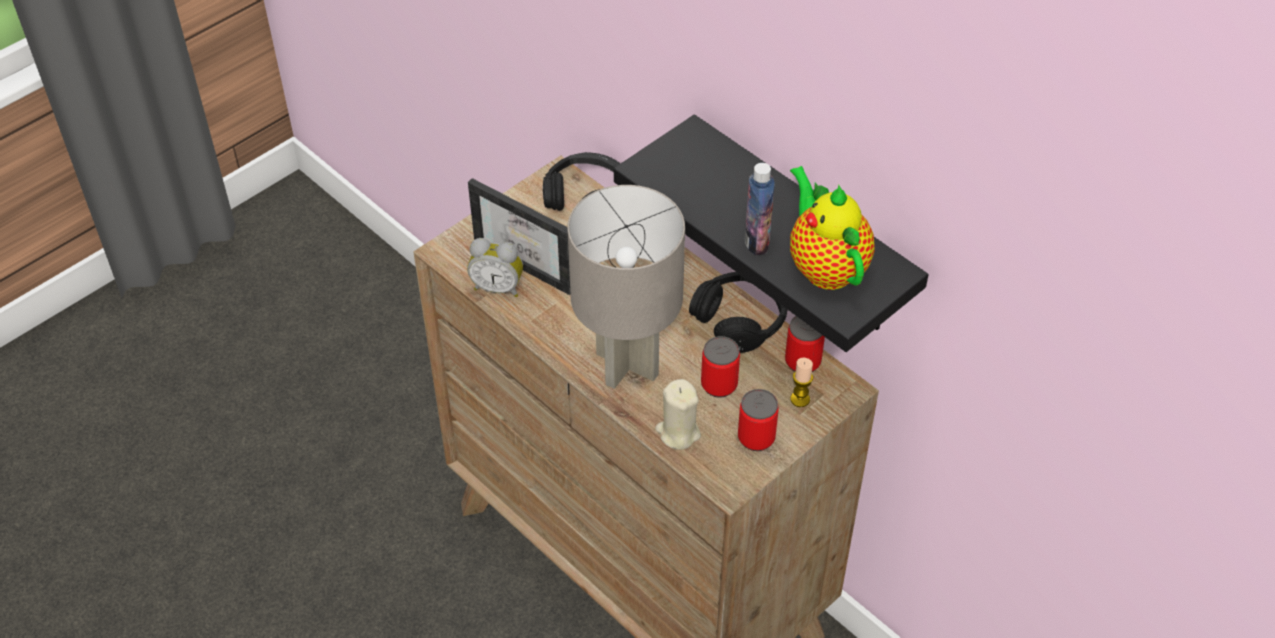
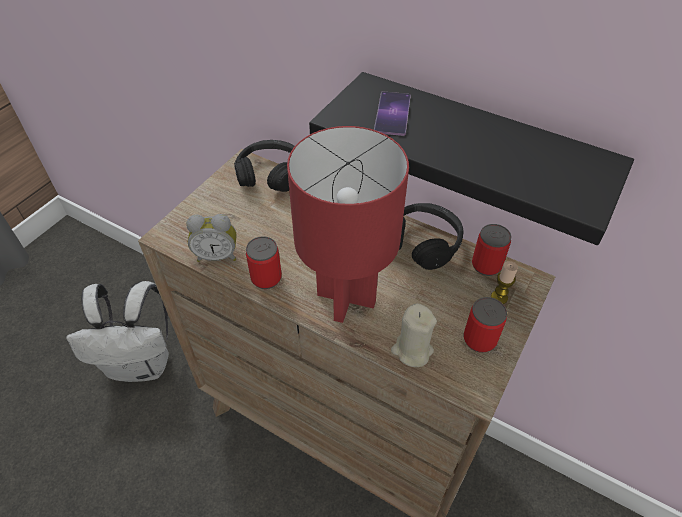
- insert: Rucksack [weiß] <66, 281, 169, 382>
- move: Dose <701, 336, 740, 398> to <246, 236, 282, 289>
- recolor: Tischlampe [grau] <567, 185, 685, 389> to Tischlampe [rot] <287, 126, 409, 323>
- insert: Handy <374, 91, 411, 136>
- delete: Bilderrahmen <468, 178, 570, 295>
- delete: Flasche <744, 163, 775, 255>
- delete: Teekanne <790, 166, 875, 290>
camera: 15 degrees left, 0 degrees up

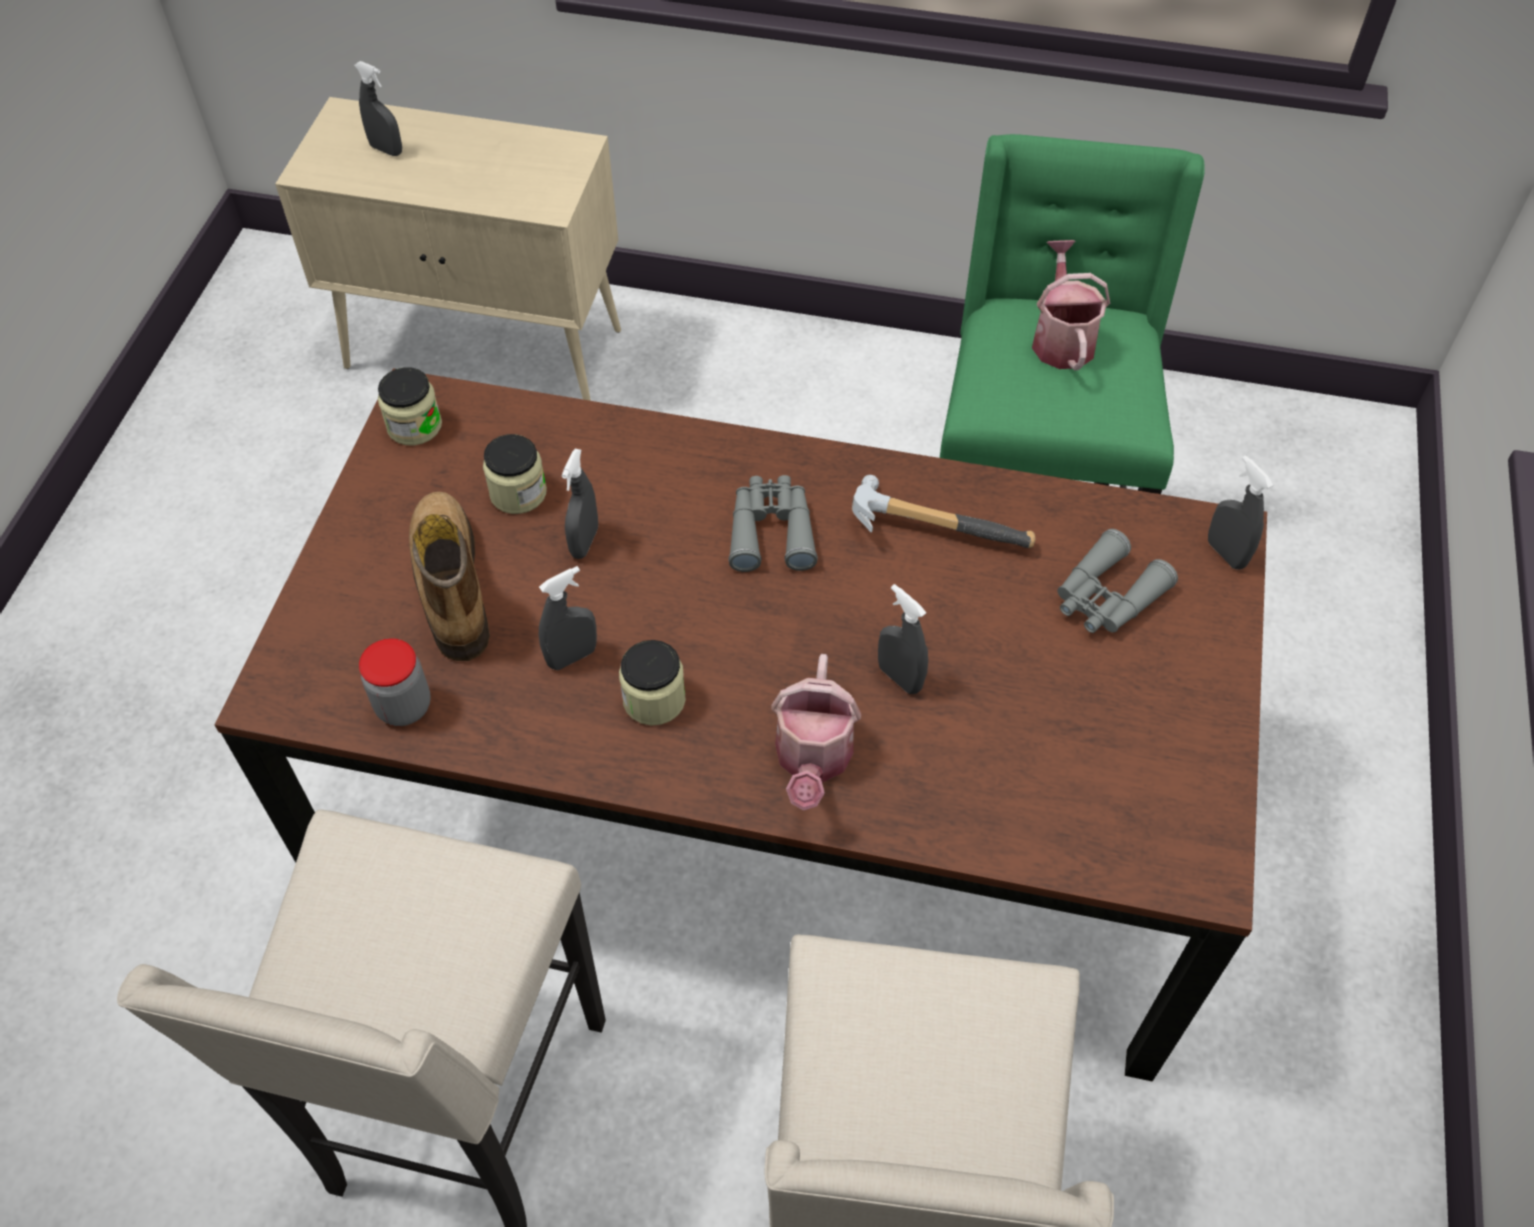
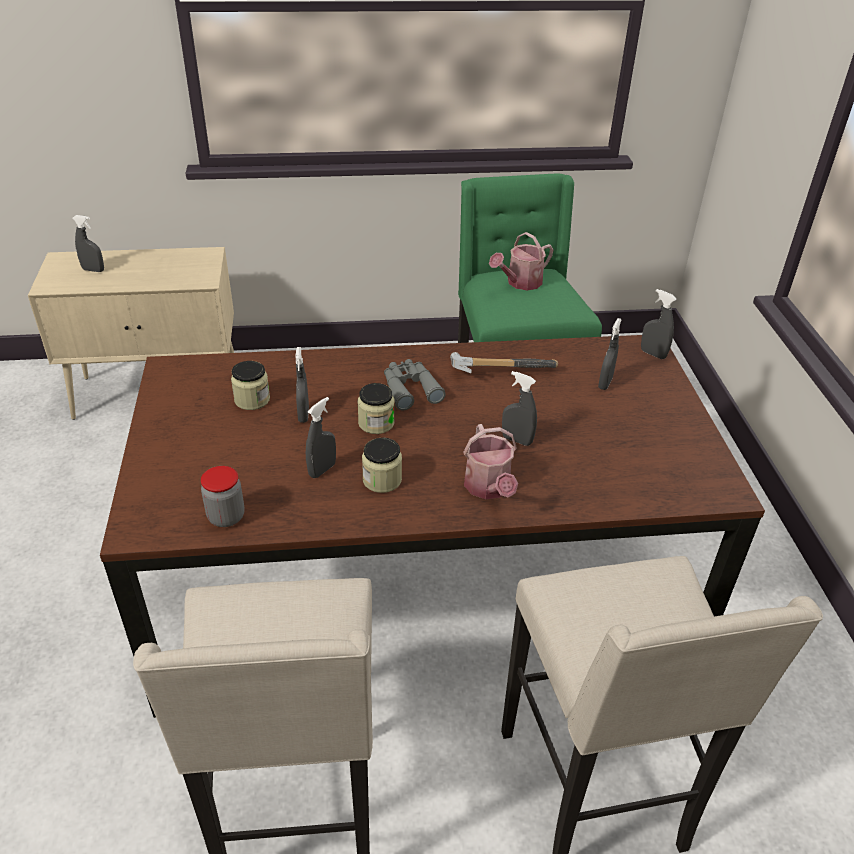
- move: Vorratsglas <378, 367, 442, 445> to <357, 383, 395, 434>
- rotate: Gießkanne <1032, 240, 1110, 370> = <489, 232, 554, 290> 105 degrees counterclockwise
- replace: Fernglas [grau] <1057, 529, 1178, 633> to Sprühflasche [grau] <598, 318, 622, 390>
- delete: Stiefel <409, 492, 490, 661>
camera: 20 degrees left, 15 degrees down

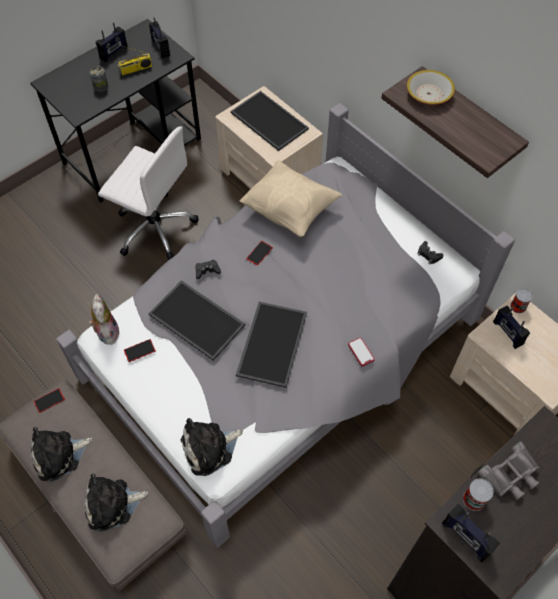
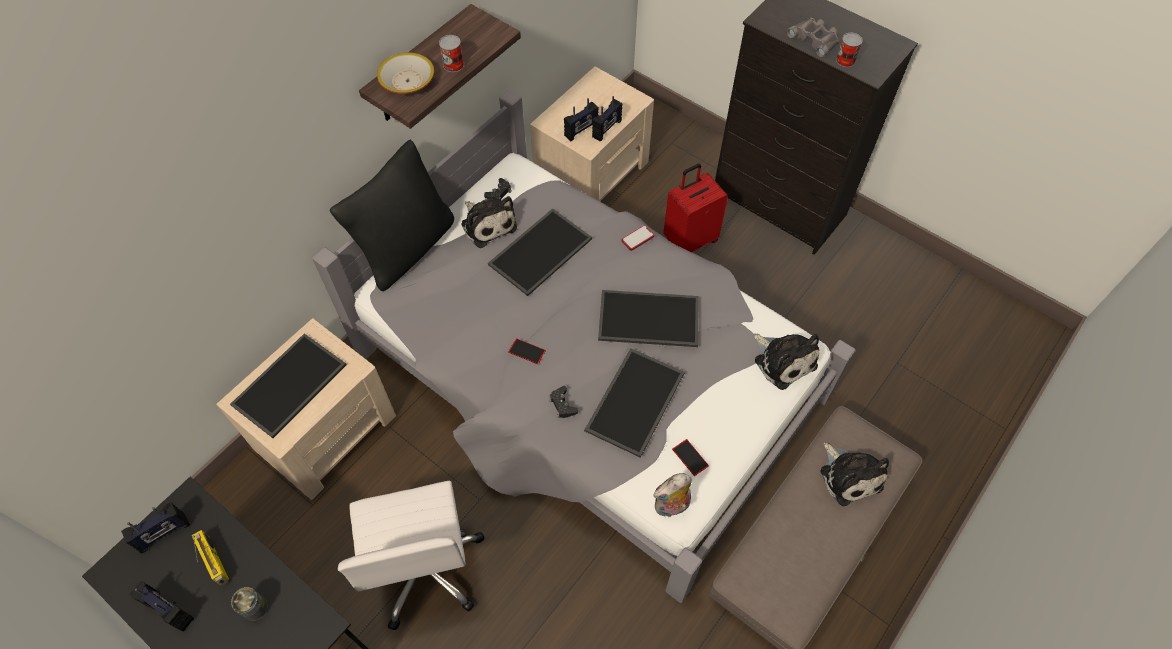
- insert: Kissen [schwarz] <330, 140, 454, 291>
- rotate: Bürostuhl [weiß] <98, 126, 199, 260> = <338, 481, 485, 630> 150 degrees clockwise
- move: Dose <510, 288, 533, 313> to <439, 35, 464, 72>
- move: Plüschtier <31, 427, 92, 482> to <461, 196, 517, 248>
- insert: Tablett <488, 208, 592, 296>
- move: Radio <442, 504, 500, 562> to <592, 96, 622, 142>
- insert: Koffer [rot] <663, 164, 728, 252>
- delete: Handy <33, 388, 65, 413>
- delete: Kissen [beige] <240, 160, 342, 237>
camera: 100 degrees left, 0 degrees up

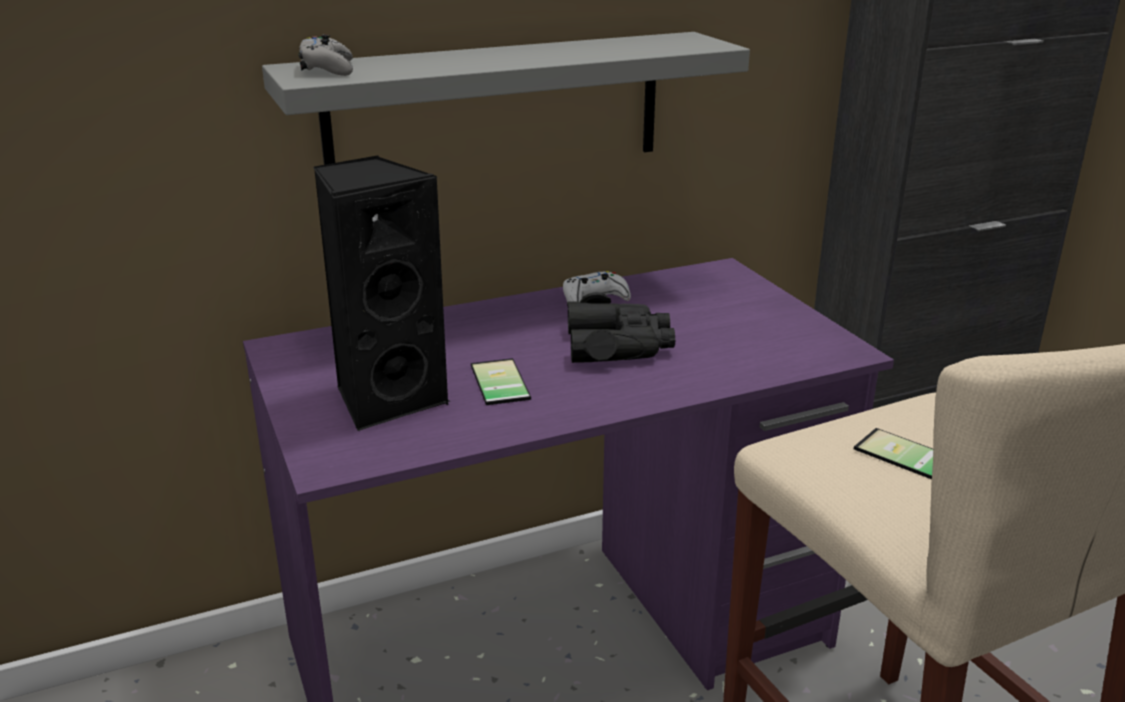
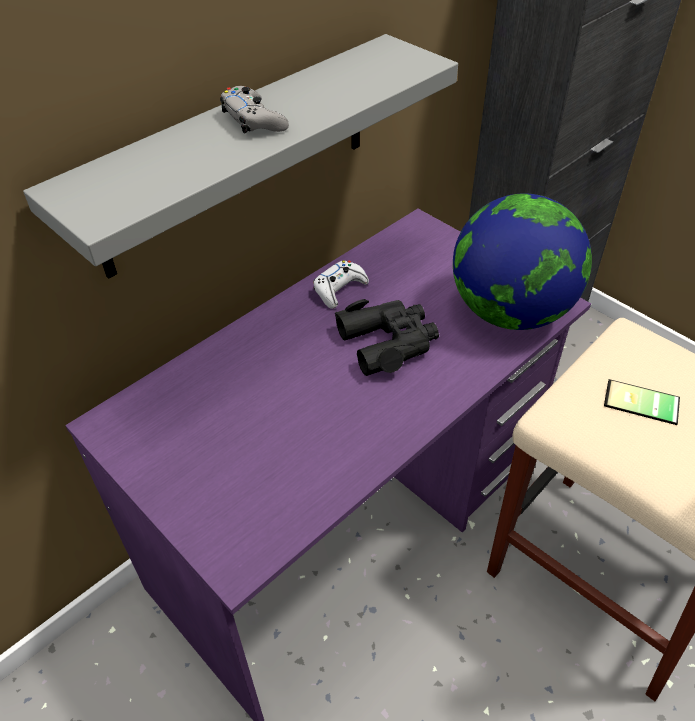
- move: Gamepad [grau] <298, 35, 353, 76> to <220, 86, 289, 134>
- insert: Globus <453, 194, 592, 330>
- delete: Lautsprecher [schwarz] <313, 155, 450, 431>
- delete: Handy <466, 358, 531, 405>
camera: 20 degrees left, 20 degrees up

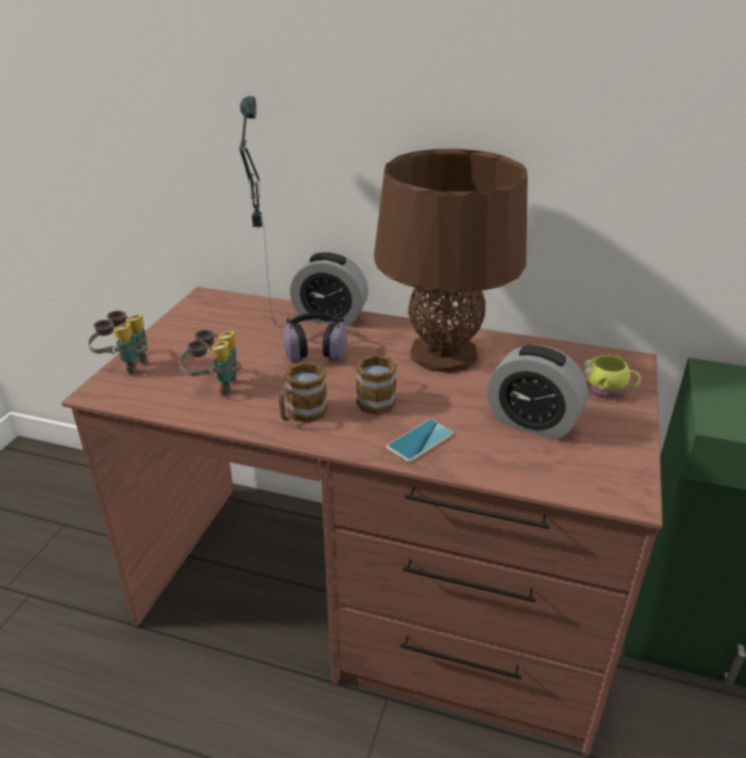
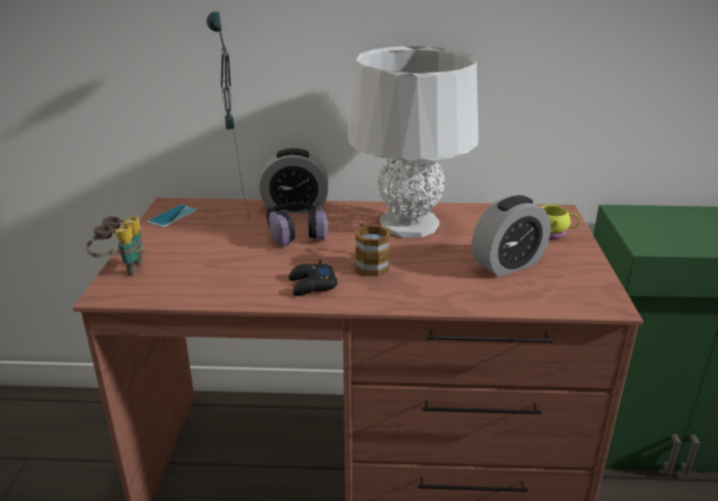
- move: Handy <387, 419, 453, 462> to <147, 204, 197, 228>
- replace: Henkelbecher <278, 362, 328, 422> to Gamepad [schwarz] <289, 260, 337, 296>
- recolor: Tischlampe [braun] <374, 149, 528, 373> to Tischlampe [grau] <348, 46, 478, 238>
- rotate: Wecker <487, 344, 588, 440> = <472, 195, 551, 277> 45 degrees counterclockwise
- delete: Fernglas <179, 330, 242, 394>
camera: 15 degrees left, 5 degrees down

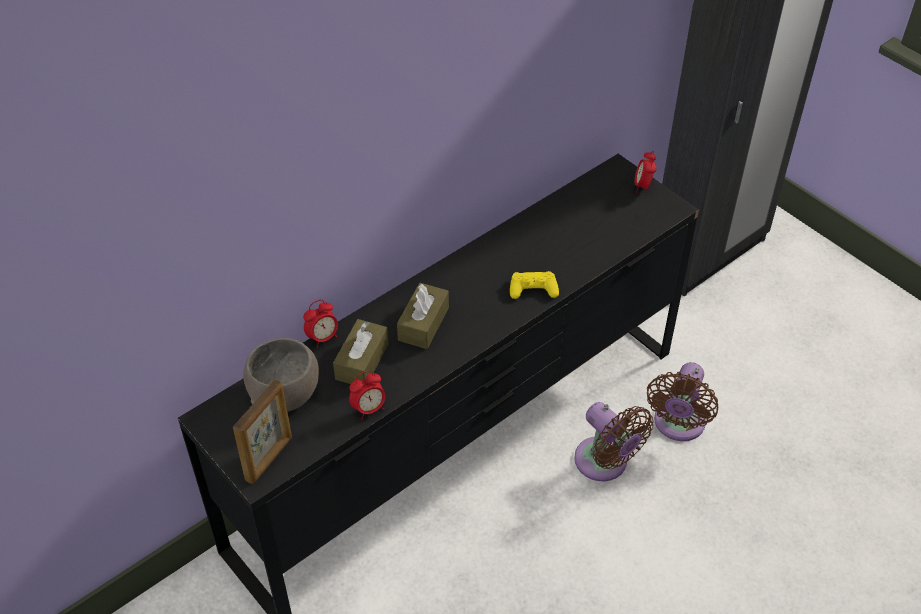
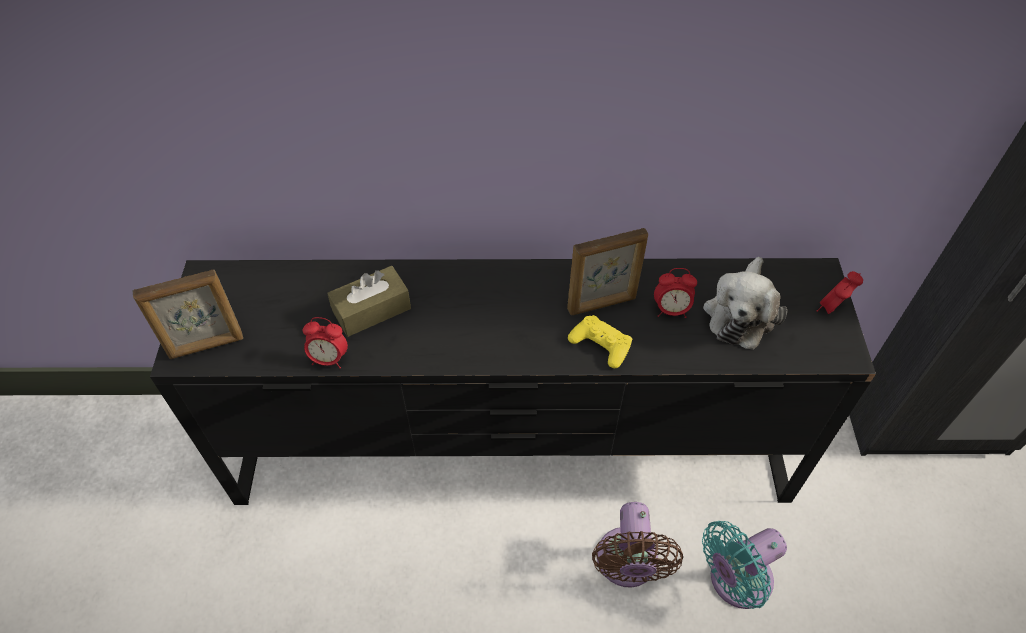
- insert: Bilderrahmen <567, 228, 648, 315>
- move: Wecker <303, 300, 338, 348> to <654, 268, 697, 318>
- recolor: Ventilator [braun] <647, 362, 718, 441> to Ventilator [türkis] <702, 521, 787, 609>
- insert: Plüschtier <703, 257, 787, 350>
- delete: Schüssel [grau] <243, 338, 319, 412>
- delete: Taschentuchbox [braun] <397, 283, 449, 349>
camera: 40 degrees right, 5 degrees up

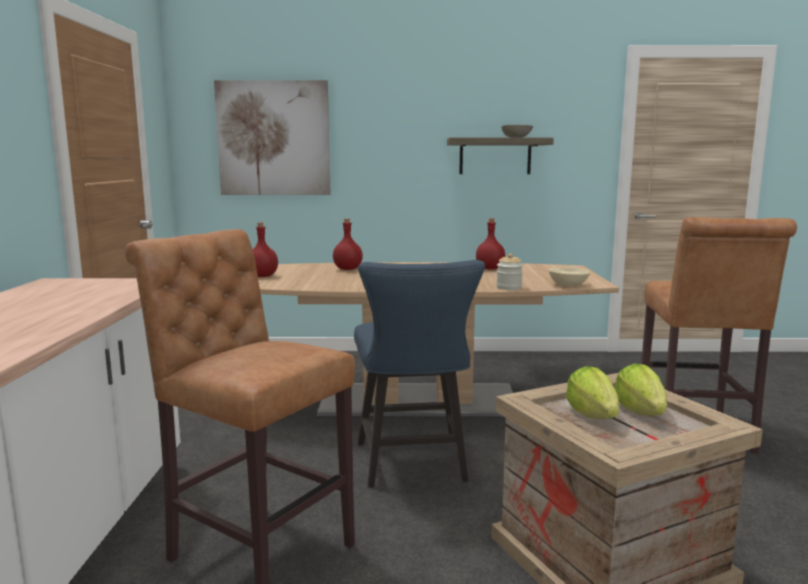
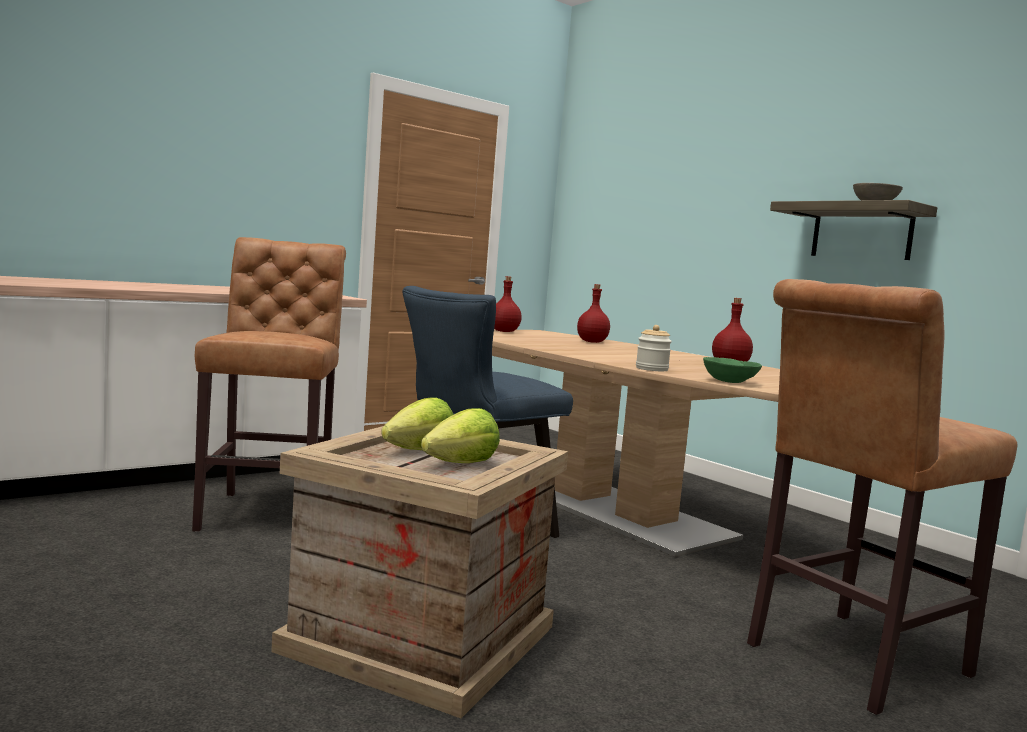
- recolor: Schüssel [beige] <549, 267, 590, 286> to Schüssel [grün] <703, 357, 762, 383>
- delete: Bild <214, 80, 331, 195>
camera: 50 degrees right, 5 degrees down

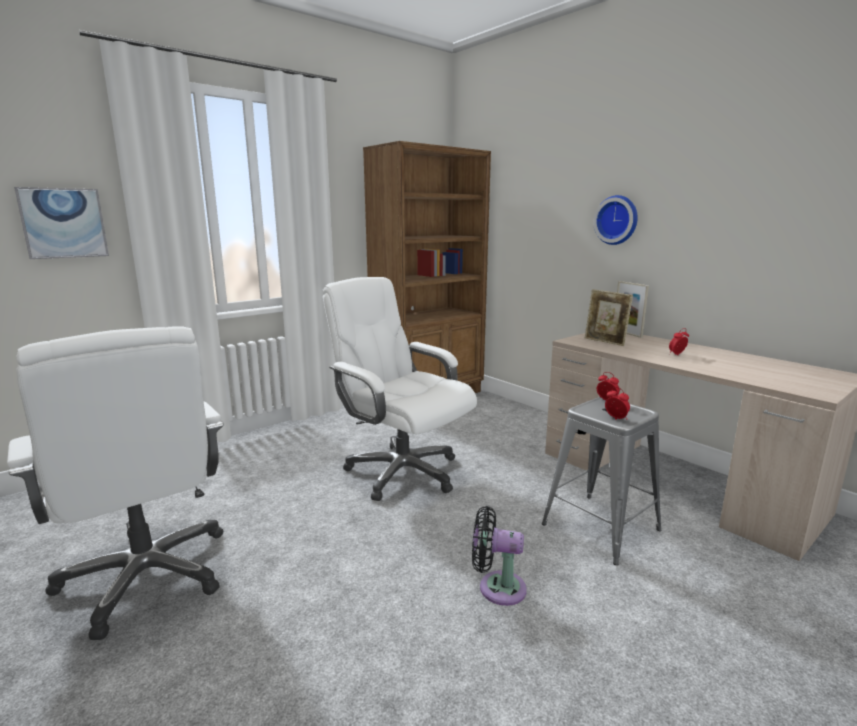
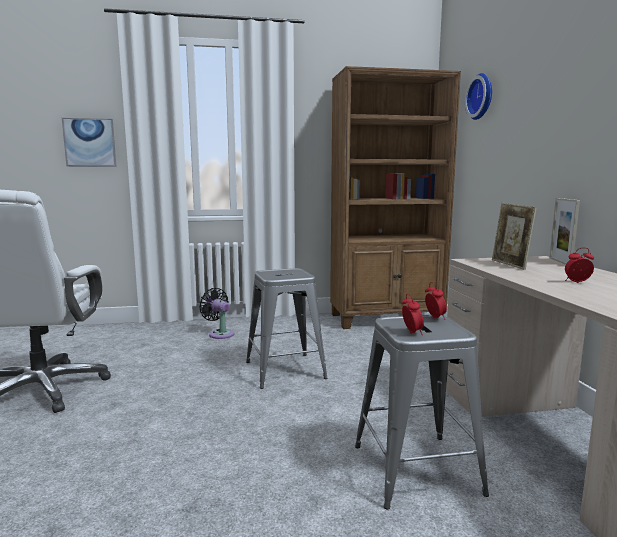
- move: Ventilator [schwarz] <472, 506, 527, 606> to <199, 288, 234, 339>
- replace: Bürostuhl [weiß] <323, 277, 477, 501> to Hocker [grau] <246, 268, 328, 389>
- move: Wanduhr <593, 195, 638, 245> to <465, 73, 492, 120>
camera: 30 degrees right, 5 degrees down

